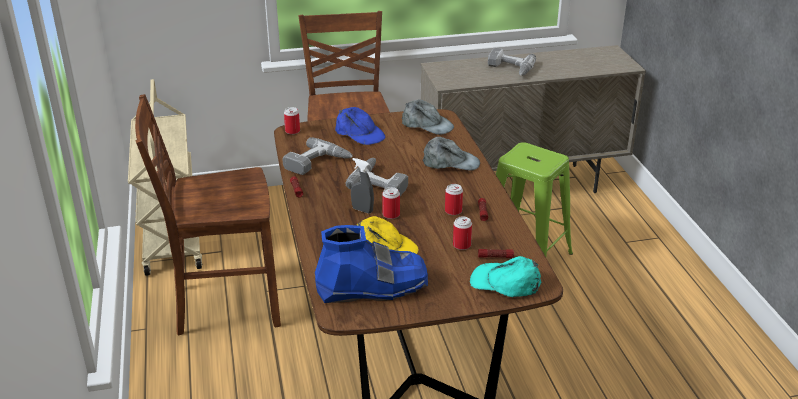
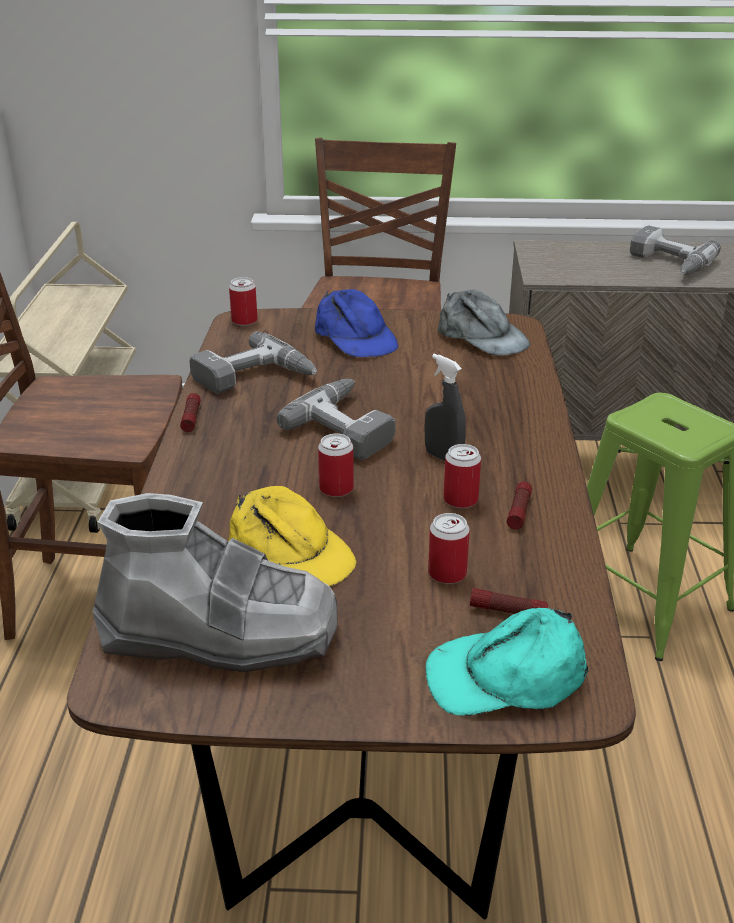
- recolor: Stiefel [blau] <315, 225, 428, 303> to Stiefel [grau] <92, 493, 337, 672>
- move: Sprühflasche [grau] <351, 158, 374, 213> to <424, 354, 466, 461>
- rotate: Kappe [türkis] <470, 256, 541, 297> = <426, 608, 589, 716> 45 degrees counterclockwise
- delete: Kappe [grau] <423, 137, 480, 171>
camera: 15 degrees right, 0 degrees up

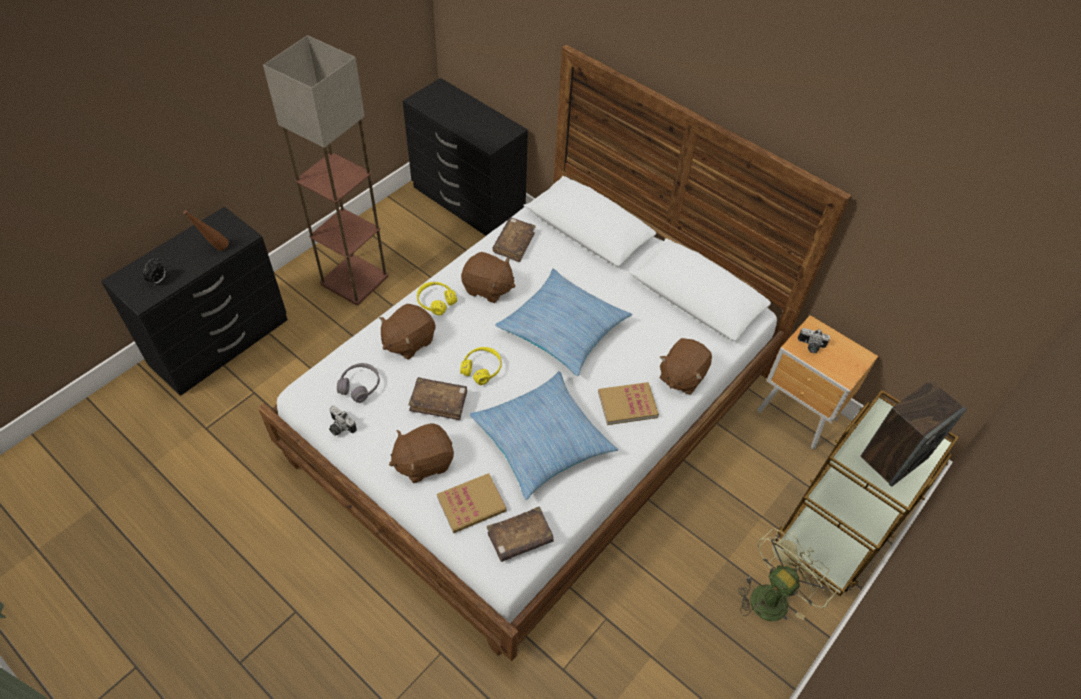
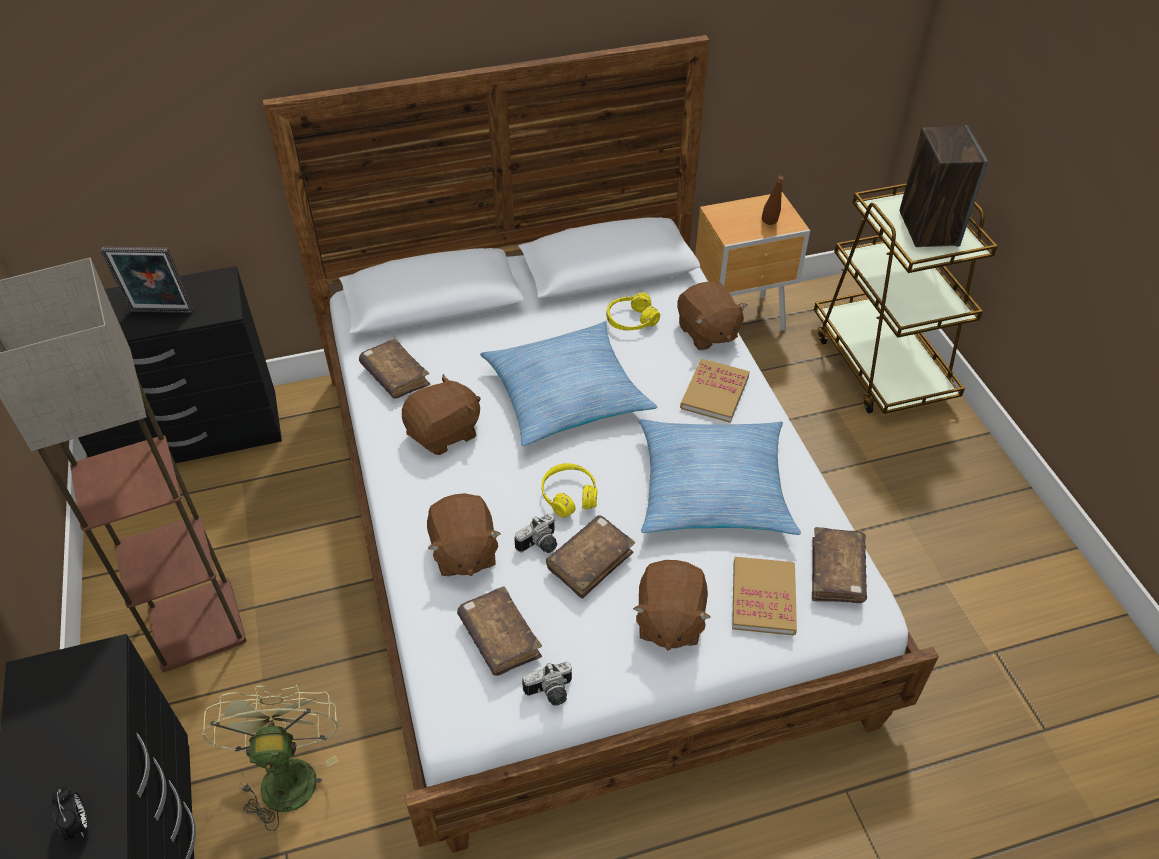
- insert: Bilderrahmen <100, 247, 194, 313>
- move: Ventilator [grün] <738, 529, 839, 621> to <202, 685, 339, 831>
- replace: Kopfhörer [grau] <337, 363, 380, 403> to Buch [braun] <457, 586, 542, 676>
- move: Kamera <798, 328, 830, 353> to <514, 513, 557, 553>
- move: Kopfhörer [gelb] <417, 282, 457, 315> to <607, 292, 660, 330>
- move: Flasche [braun] <183, 210, 229, 251> to <762, 176, 784, 225>
camera: 55 degrees left, 5 degrees down

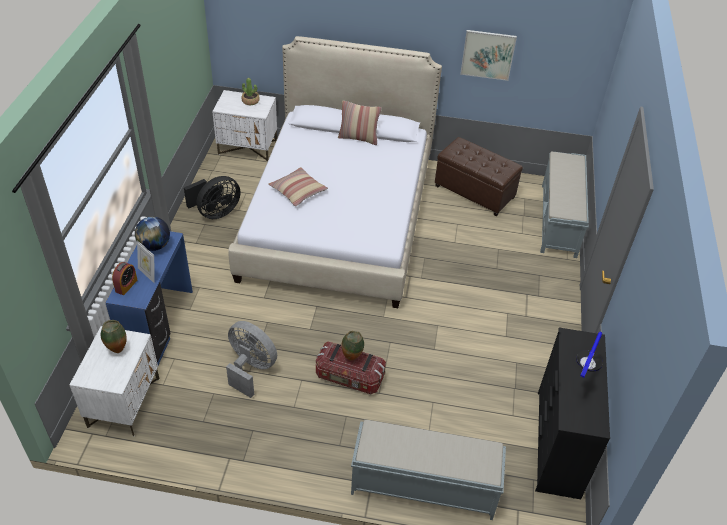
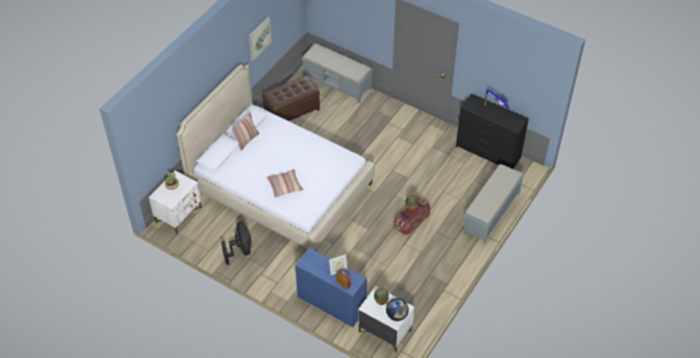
- move: Globus <135, 217, 170, 251> to <386, 298, 409, 321>
- delete: Ventilator [grau] <226, 321, 277, 398>
camera: 65 degrees left, 5 degrees up

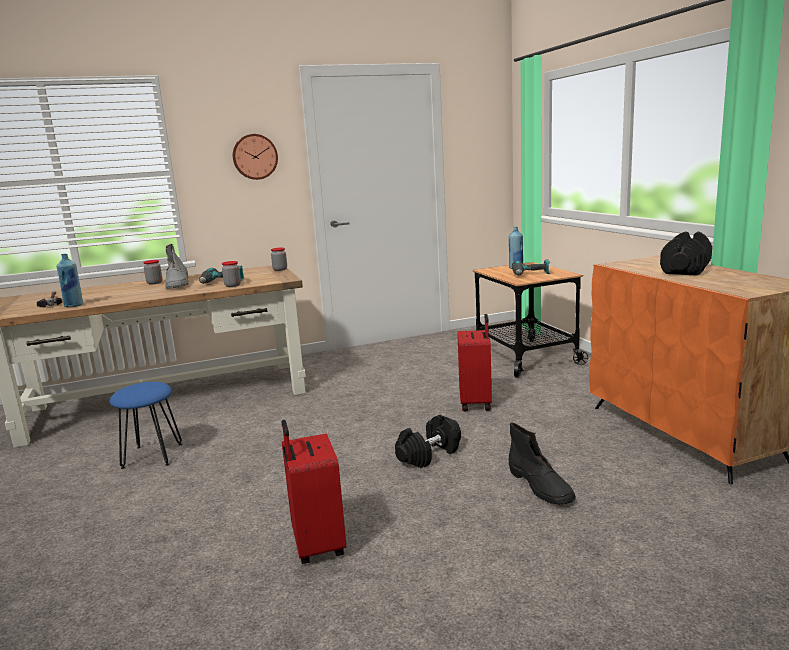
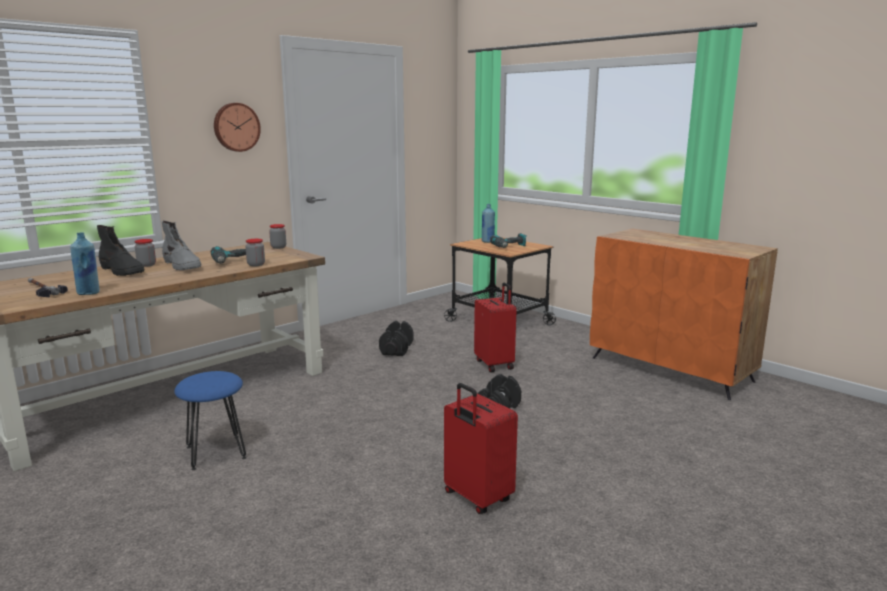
- move: Stiefel [schwarz] <509, 422, 576, 505> to <97, 225, 145, 276>
- move: Hantel [schwarz] <660, 231, 712, 276> to <379, 321, 414, 356>
camera: 25 degrees left, 0 degrees up

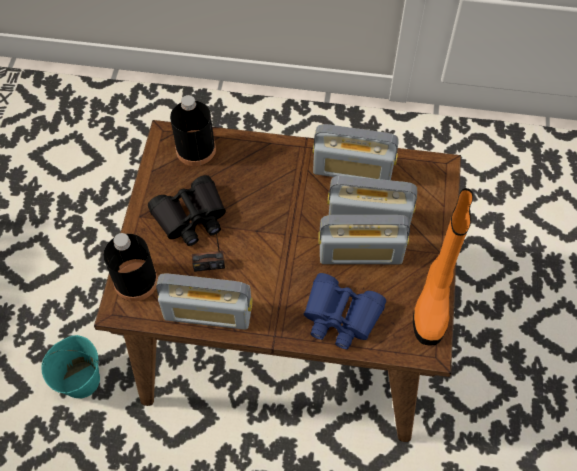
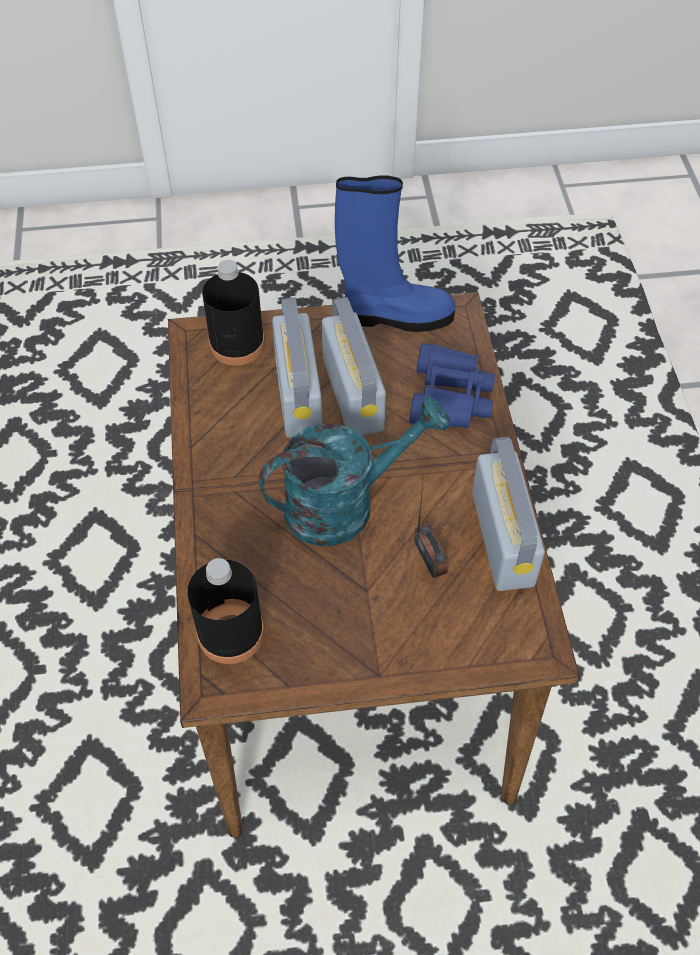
- move: Flasche [schwarz] <103, 233, 158, 301> to <202, 260, 265, 366>
- insert: Gießkanne [türkis] <259, 397, 450, 546>
- recolor: Stiefel [orange] <413, 188, 473, 346> to Stiefel [blau] <335, 175, 455, 332>
- delete: Eimer [türkis] <42, 335, 100, 398>
- delete: Fernglas [schwarz] <148, 175, 226, 246>
- delete: Radio <313, 124, 399, 180>
camera: 105 degrees left, 5 degrees down

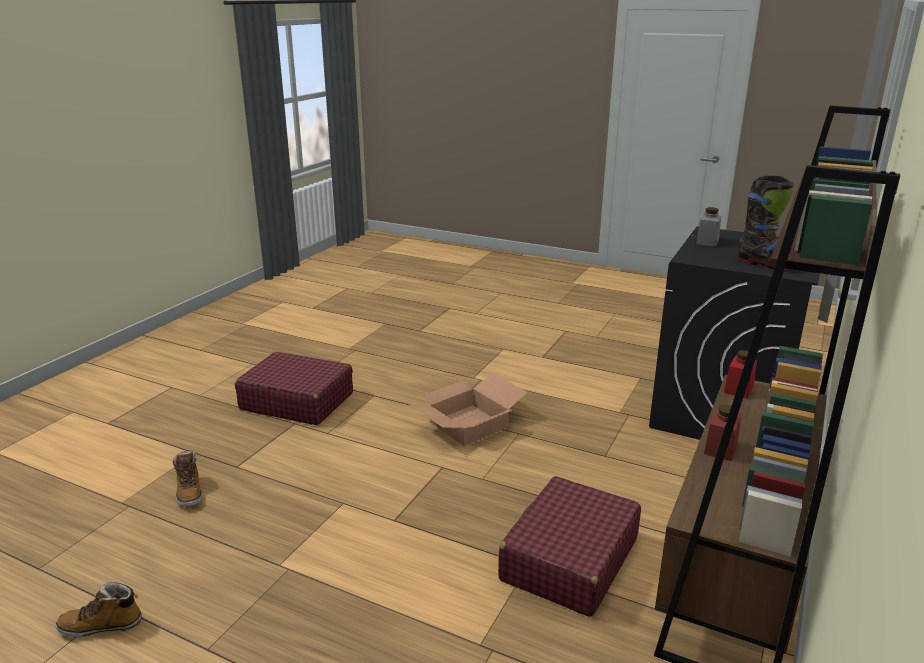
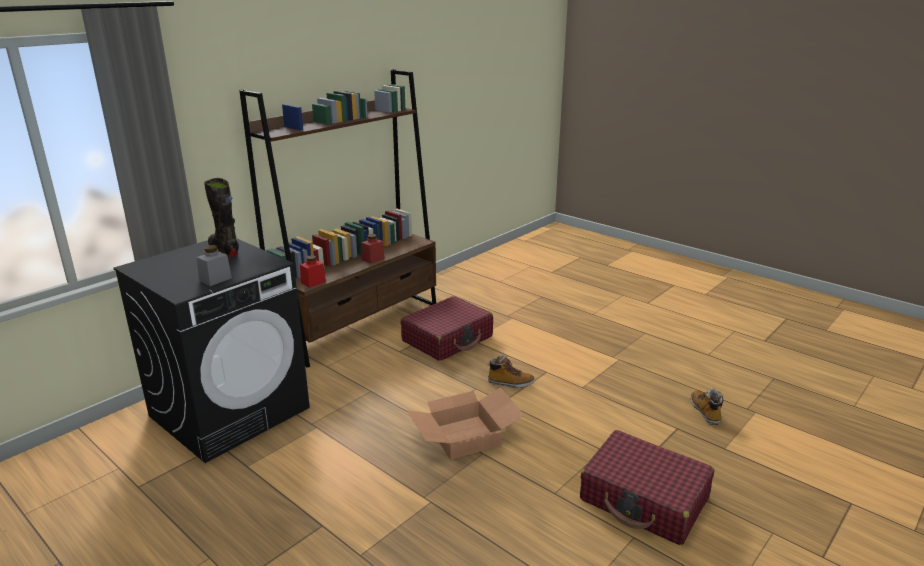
- move: Stiefel <55, 582, 142, 637> to <488, 355, 535, 388>
camera: 165 degrees left, 0 degrees up

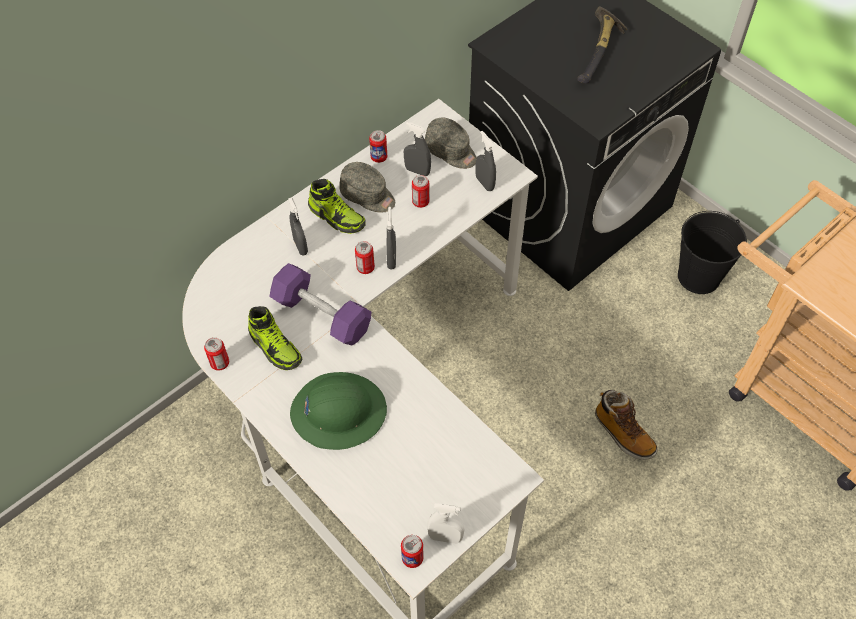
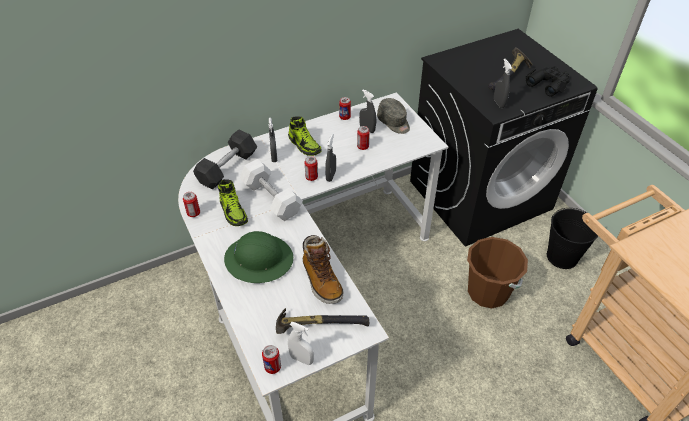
- insert: Hantel [schwarz] <193, 129, 257, 189>
- recolor: Hantel [lila] <269, 263, 371, 346> to Hantel [weiß] <240, 159, 303, 221>
- insert: Hammer <276, 308, 369, 334>
- move: Stiefel <595, 390, 657, 460> to <303, 235, 343, 304>
- insert: Eimer [braun] <467, 237, 528, 308>
- move: Sprühflasche [grau] <475, 131, 496, 191> to <494, 59, 512, 108>
- insert: Fernglas [schwarz] <526, 66, 570, 97>
- delete: Kappe [grau] <340, 162, 395, 212>
camera: 15 degrees right, 10 degrees down

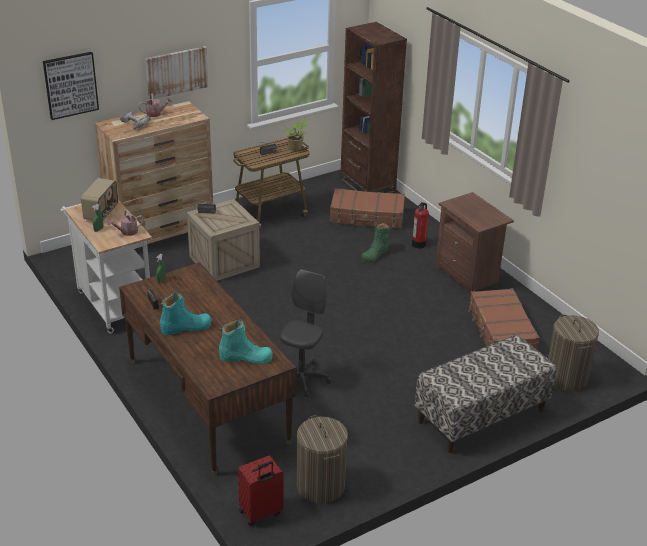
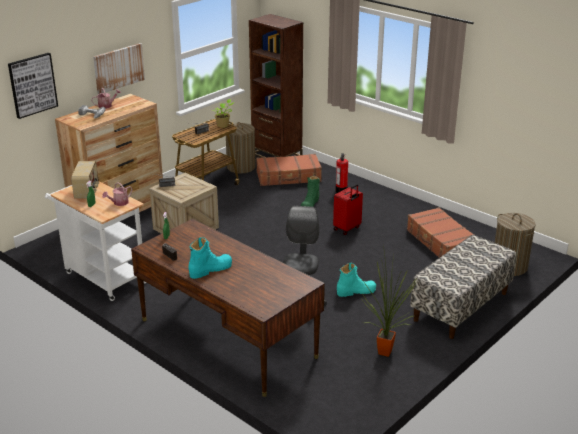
- move: Wäschekorb <297, 415, 348, 504> to <226, 122, 256, 173>
- move: Koffer [rot] <238, 455, 284, 526> to <333, 184, 363, 235>
- move: Stiefel [türkis] <219, 320, 273, 364> to <337, 263, 376, 297>
- insert: Topfpflanze <361, 246, 417, 357>
- delete: Nachttisch [braun] <435, 192, 514, 295>
camera: 15 degrees left, 5 degrees down

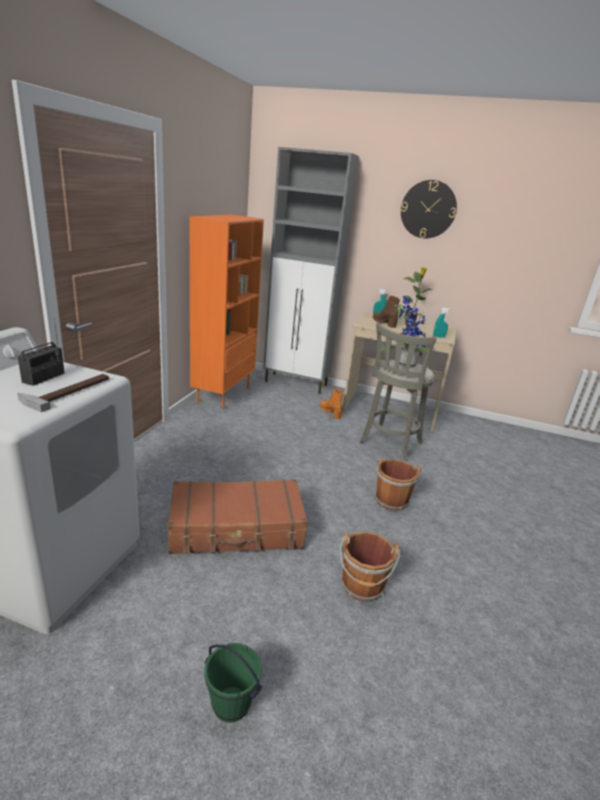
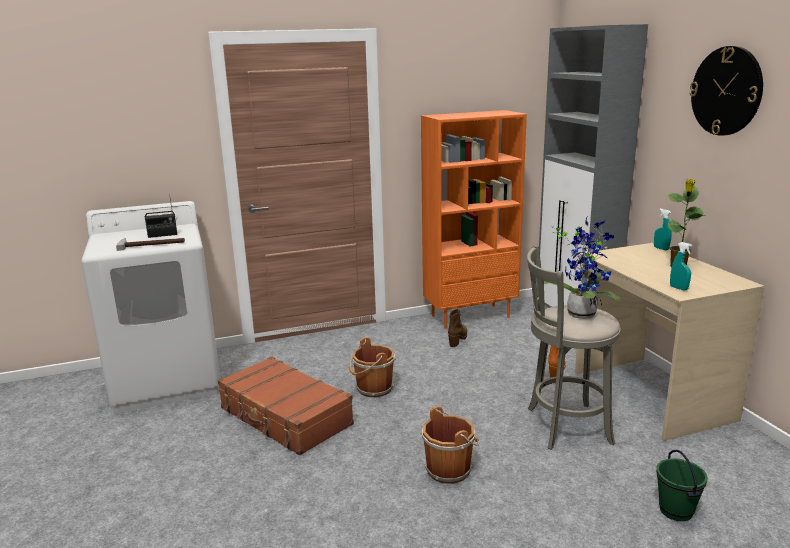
- move: Eimer [braun] <340, 531, 400, 602> to <349, 337, 396, 397>
- move: Stiefel [braun] <373, 295, 400, 328> to <448, 309, 467, 347>
- move: Eimer [grün] <204, 643, 262, 723> to <656, 450, 708, 521>
camera: 55 degrees right, 5 degrees down

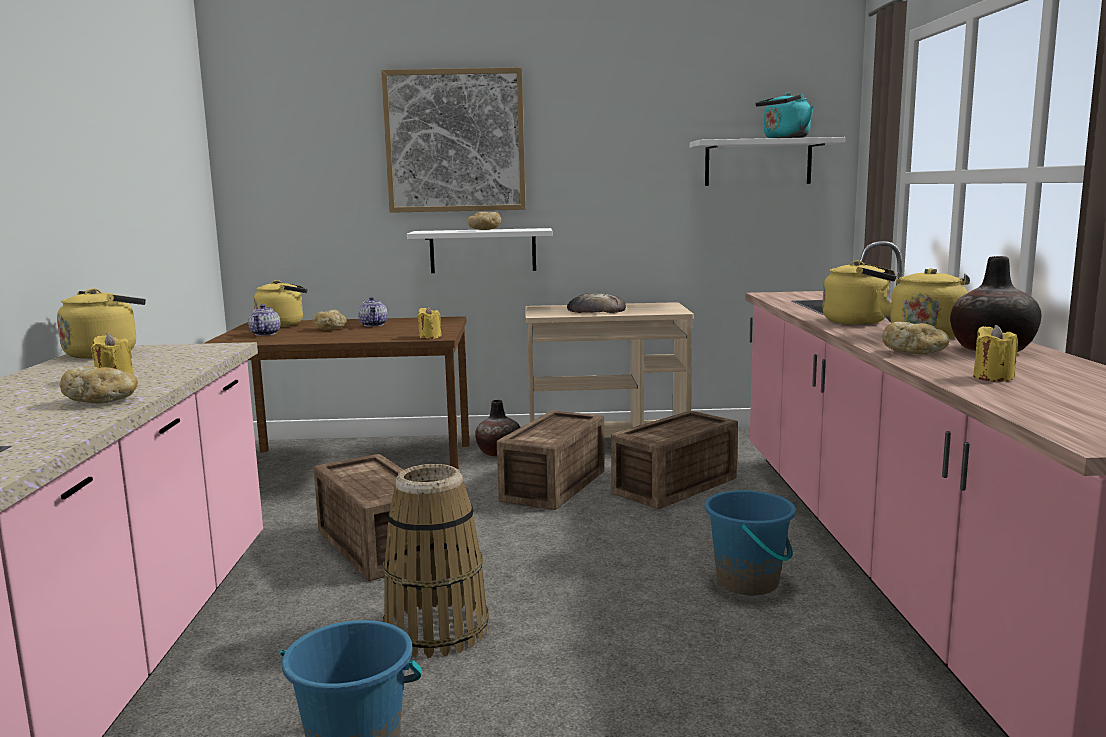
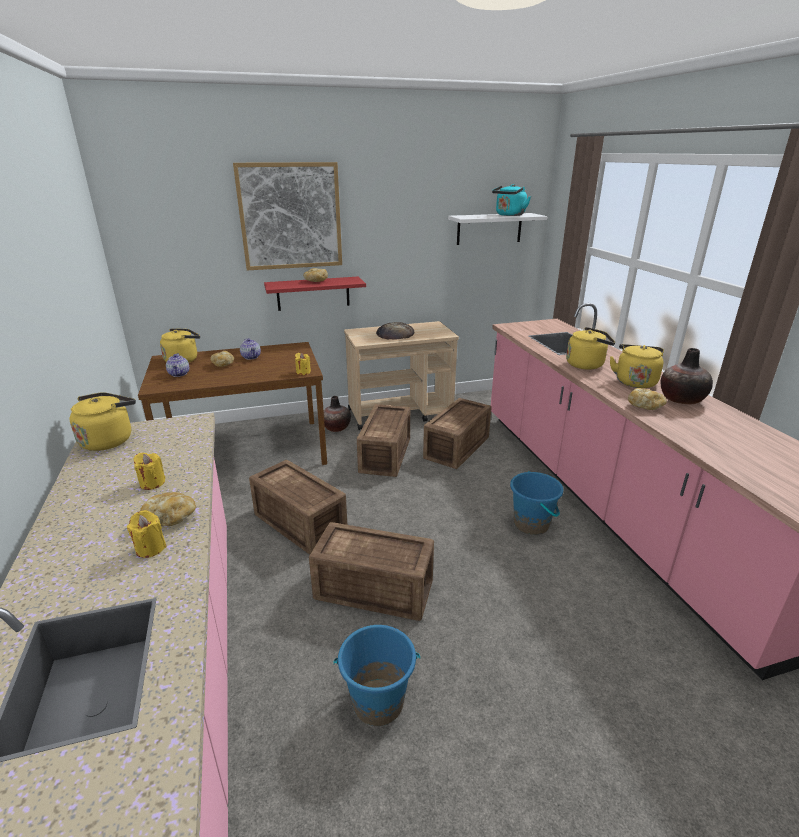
- move: Kerze [gelb] <973, 325, 1018, 382> to <127, 510, 167, 558>
- recolor: Wandregal [weiß] <407, 228, 552, 273> to Wandregal [rot] <264, 276, 366, 311>
- replace: Korb <383, 464, 489, 658> to Kiste <309, 522, 434, 621>
camera: 15 degrees left, 15 degrees up

